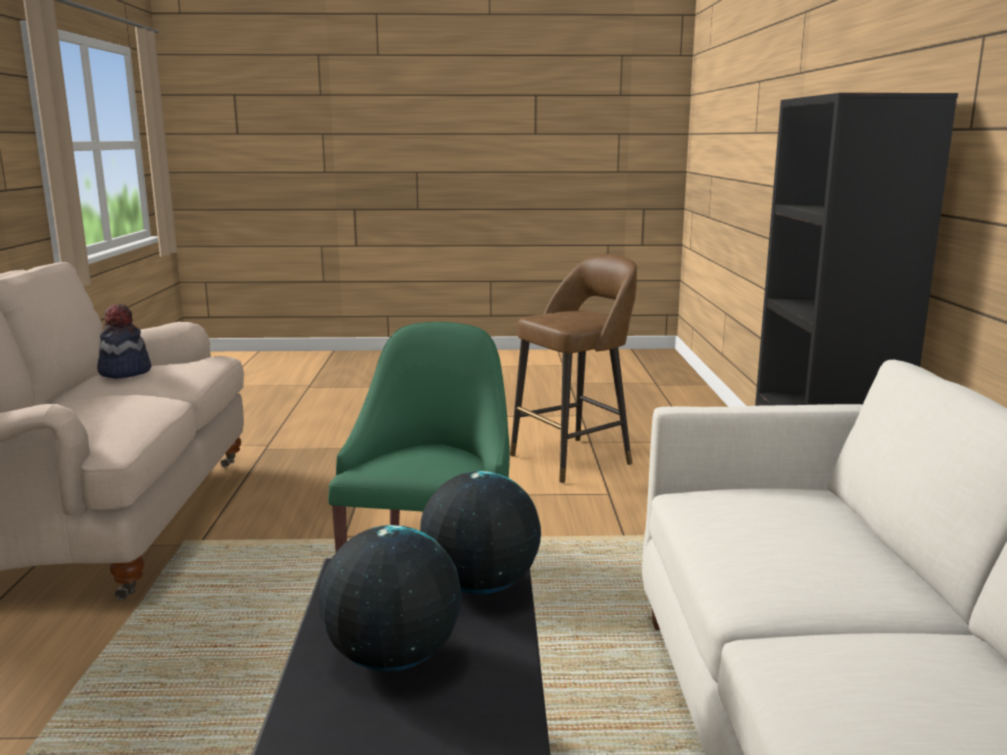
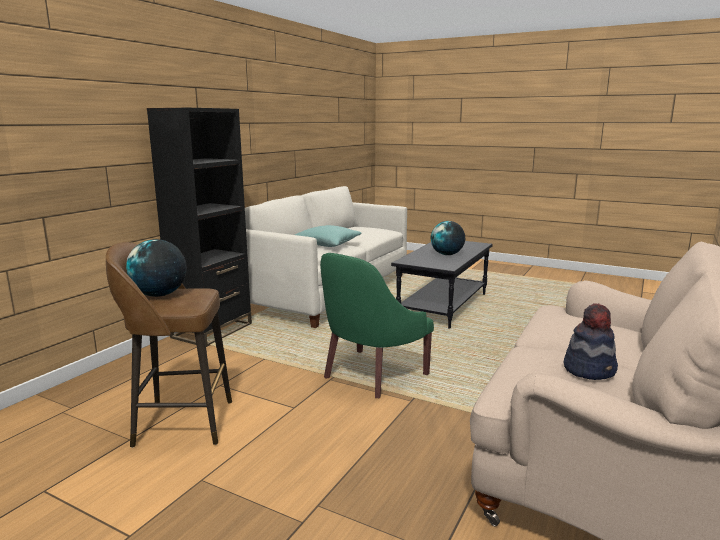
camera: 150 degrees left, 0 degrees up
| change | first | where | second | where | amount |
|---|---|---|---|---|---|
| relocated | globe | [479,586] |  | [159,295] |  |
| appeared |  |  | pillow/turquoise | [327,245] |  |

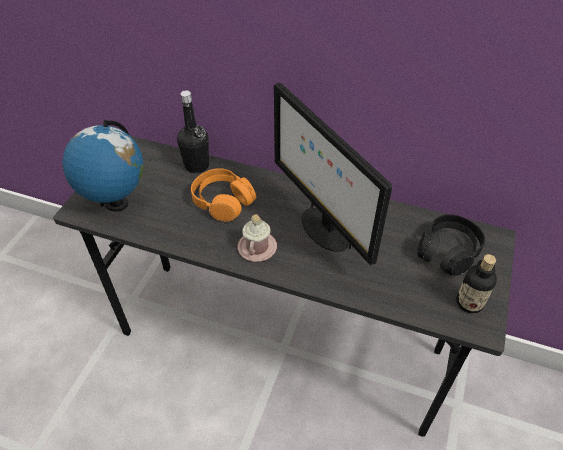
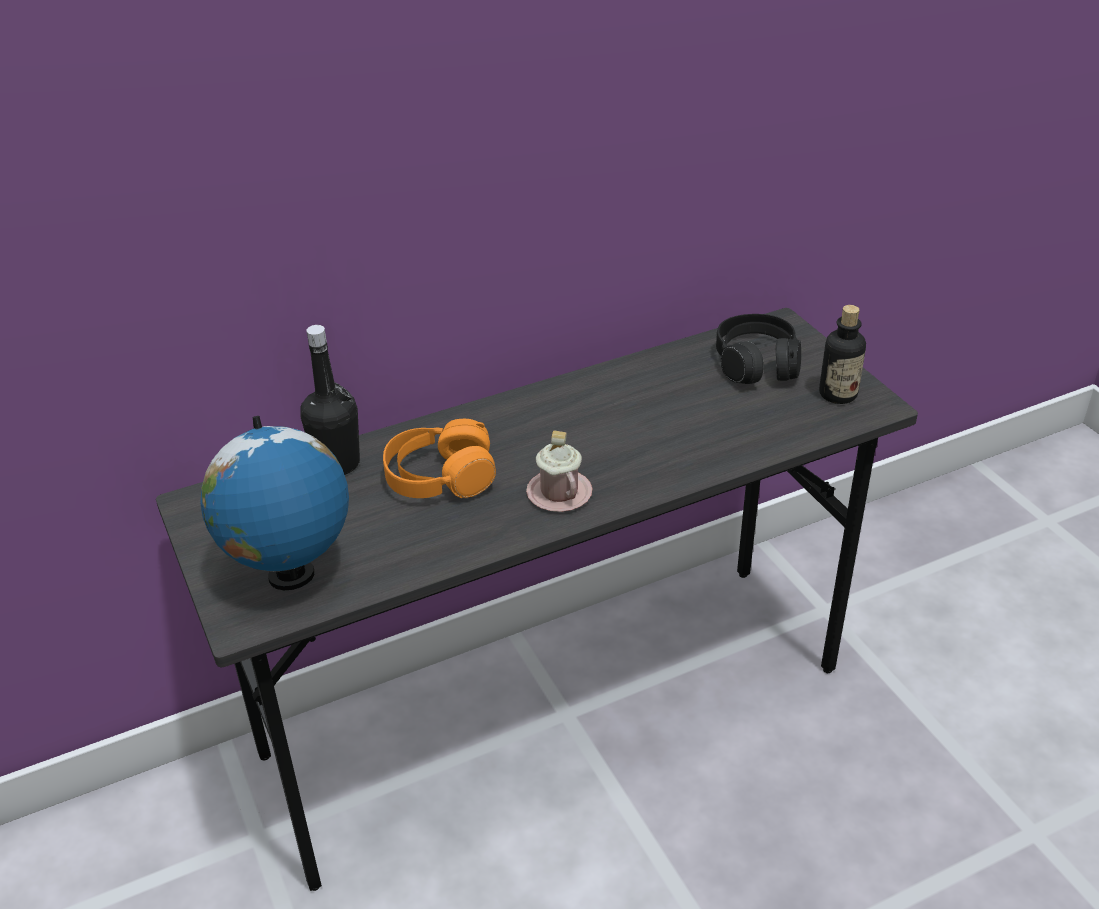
camera: 45 degrees left, 10 degrees down
| change | first | where | second | where | amount |
|---|---|---|---|---|---|
| missing | monitor | [323,229] |  |  |  |

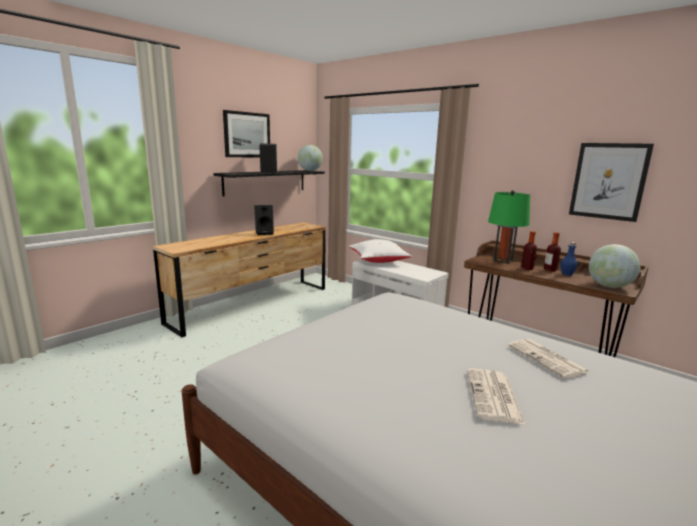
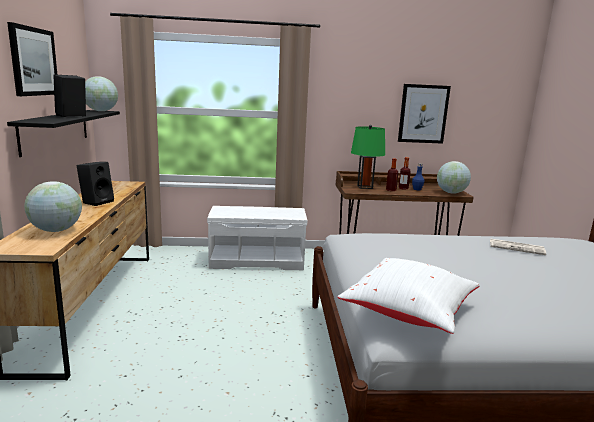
camera: 45 degrees left, 0 degrees up
| change | first | where | second | where | amount |
|---|---|---|---|---|---|
| appeared |  |  | globe | [56,230] |  |
| relocated | pillow/white | [379,261] |  | [410,312] |  |
| missing | newspaper | [494,397] |  |  |  |

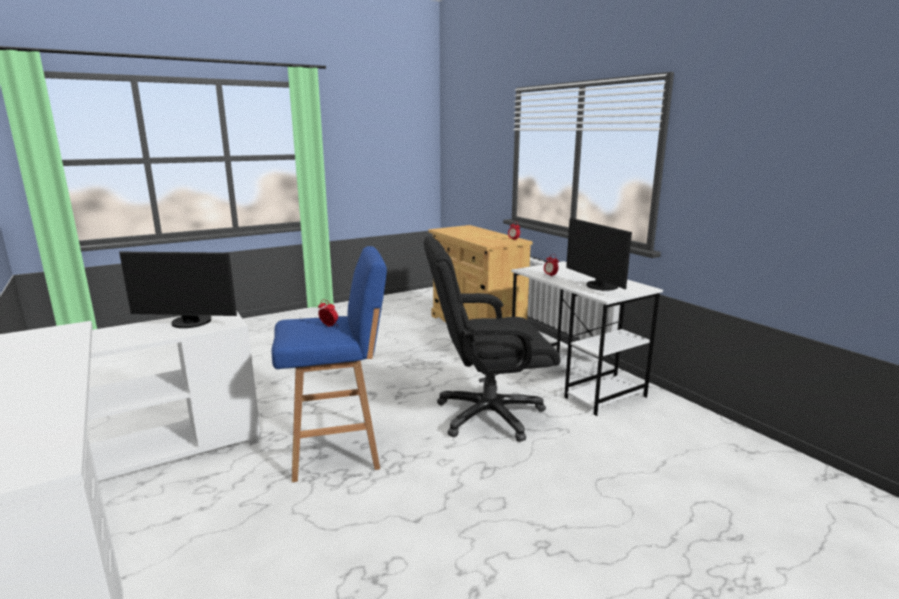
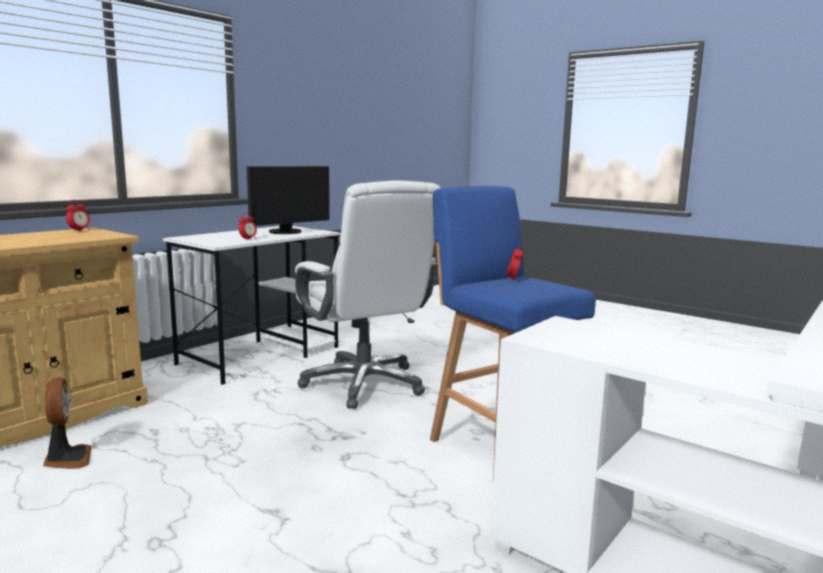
camera: 110 degrees left, 5 degrees down
| change | first | where | second | where | amount |
|---|---|---|---|---|---|
| appeared |  |  | fan | [67,459] |  |
| colour | office chair/black | [488,415] | office chair/white | [364,384] |  |
| missing | monitor | [189,323] |  |  |  |

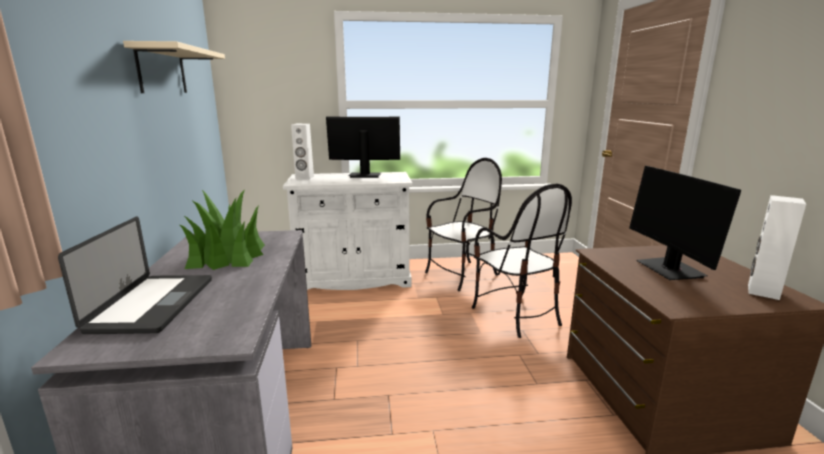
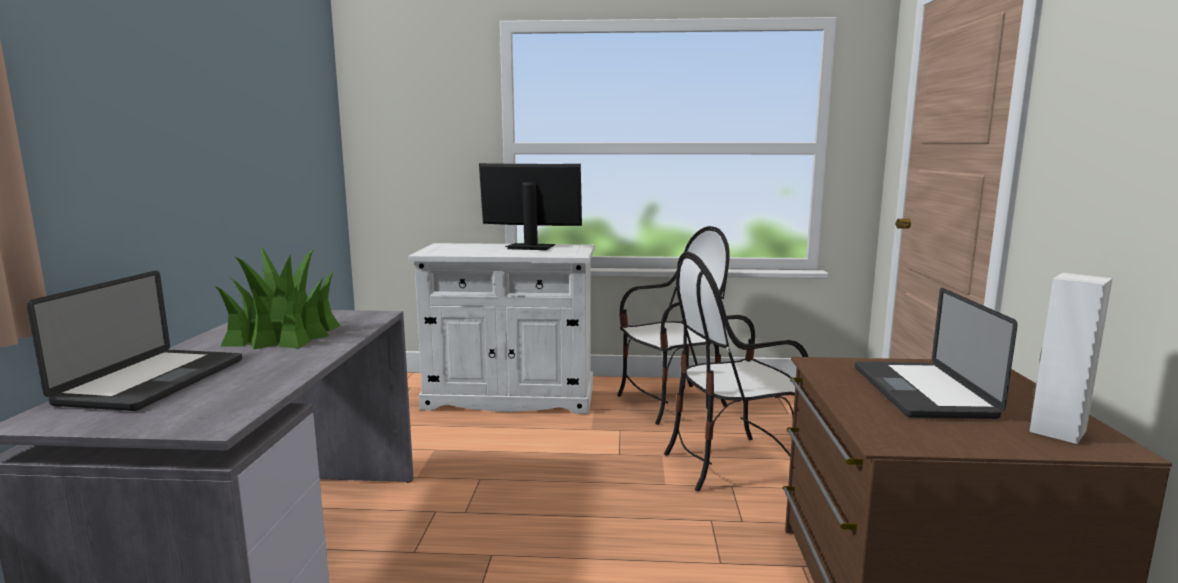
camera: 10 degrees right, 5 degrees down
| change | first | where | second | where | amount |
|---|---|---|---|---|---|
| spun | chair | [515,315] |  | [730,464] | 90 degrees clockwise |
| exchanged | monitor | [670,269] | laptop | [921,391] |  |
| missing | shelf/beige | [162,70] |  |  |  |
| missing | speaker/white | [304,177] |  |  |  |

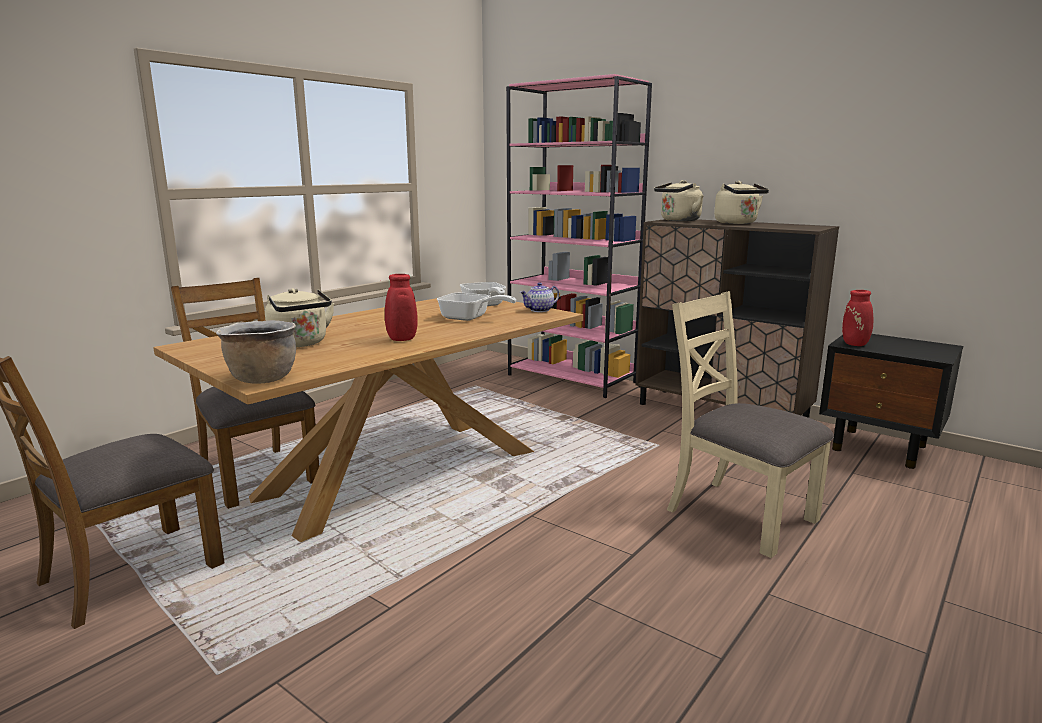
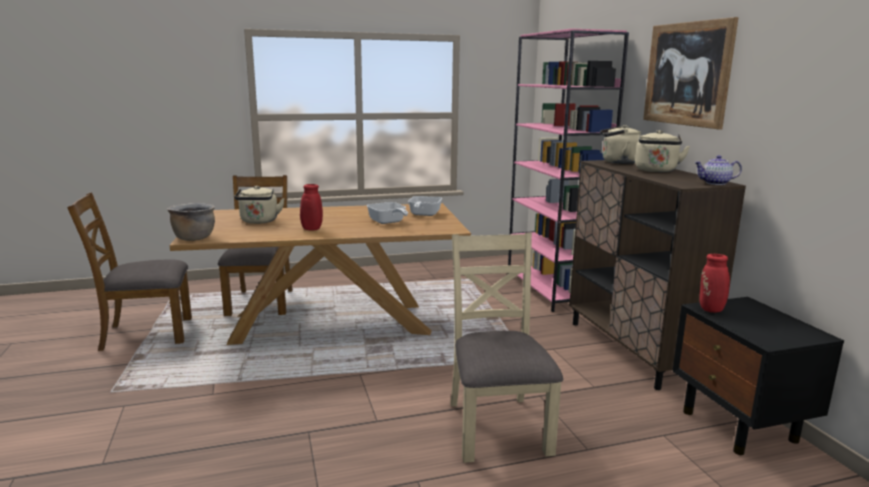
camera: 35 degrees right, 0 degrees up
| change | first | where | second | where | amount |
|---|---|---|---|---|---|
| appeared |  |  | picture | [687,74] |  |
| relocated | teapot | [540,310] |  | [715,183] |  |

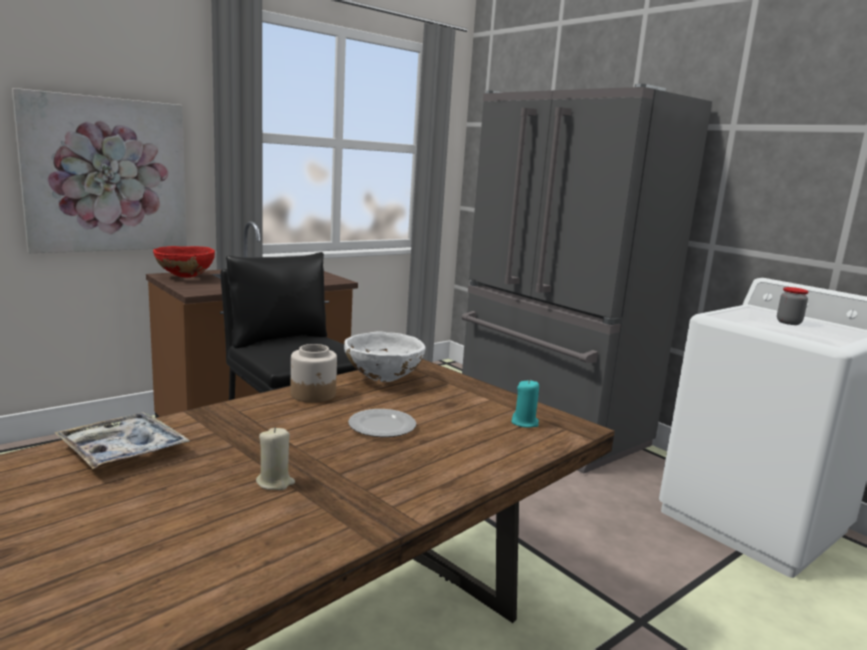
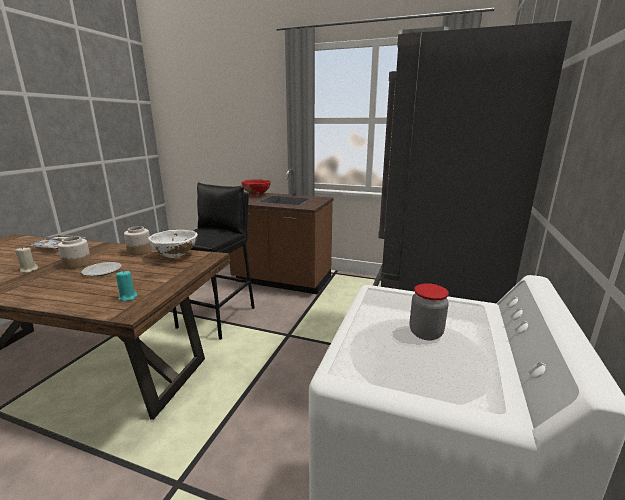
camera: 60 degrees right, 5 degrees up
| change | first | where | second | where | amount |
|---|---|---|---|---|---|
| appeared |  |  | jar | [77,264] |  |
| missing | picture | [106,175] |  |  |  |

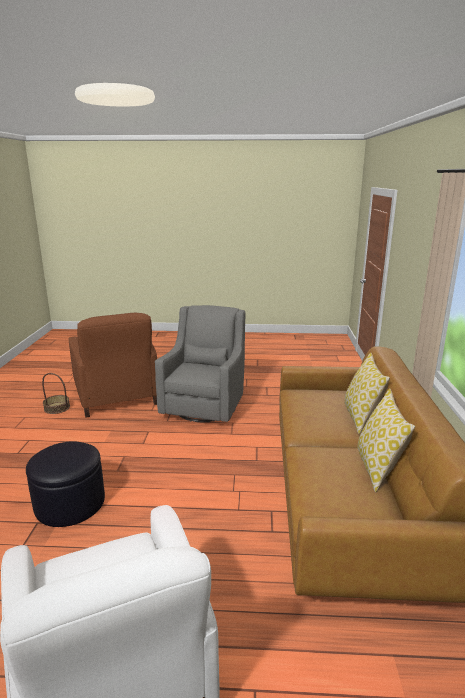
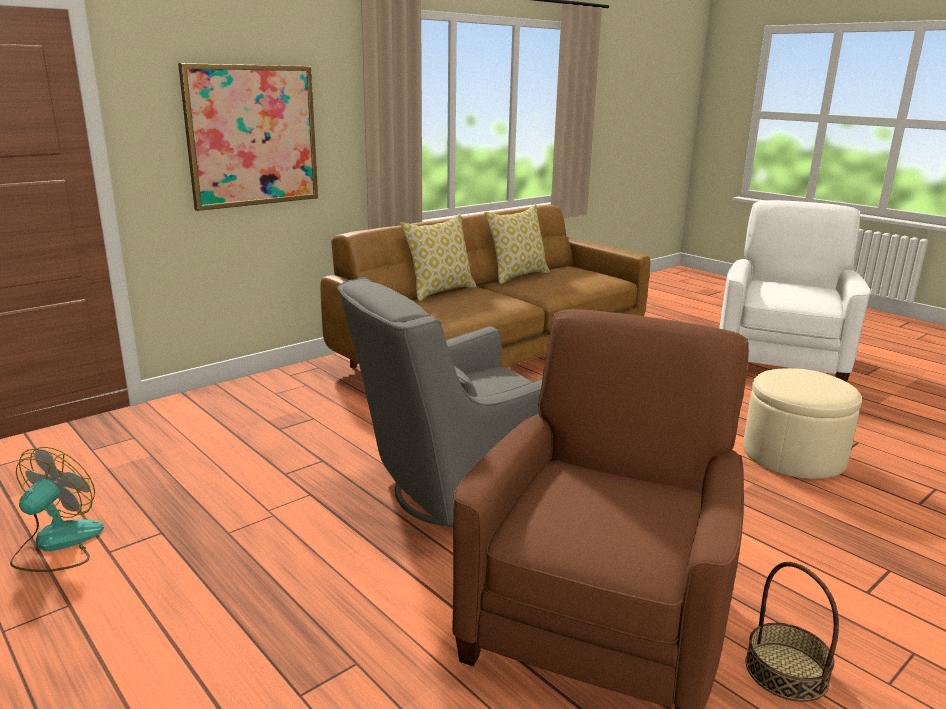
camera: 135 degrees left, 0 degrees up
| change | first | where | second | where | amount |
|---|---|---|---|---|---|
| appeared |  |  | fan | [57,544] |  |
| appeared |  |  | picture | [252,136] |  |
| colour | ottoman/black | [70,503] | ottoman/beige | [793,455] |  |

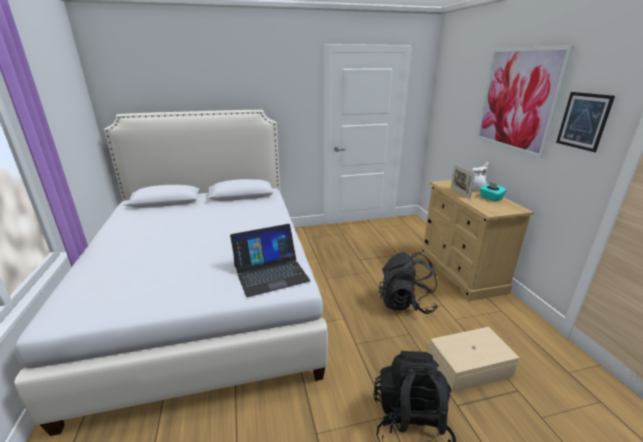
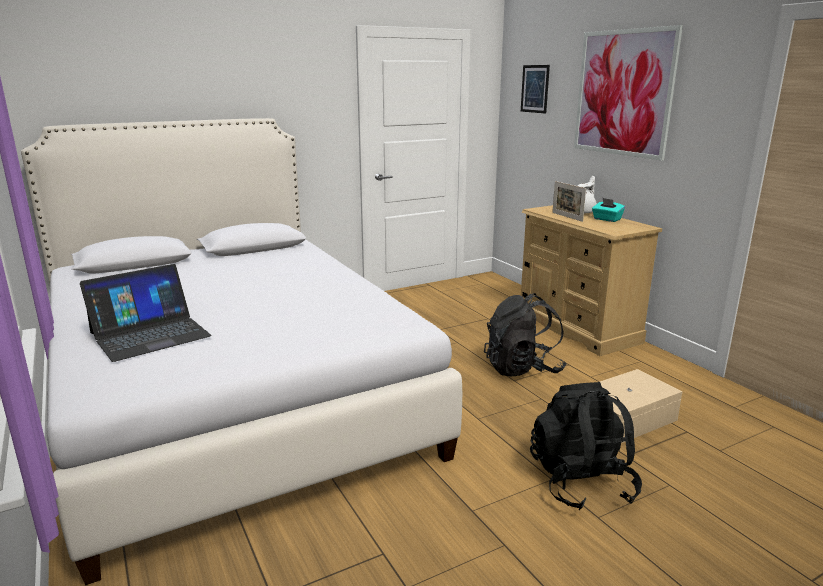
camera: 15 degrees left, 5 degrees down
| change | first | where | second | where | amount |
|---|---|---|---|---|---|
| relocated | laptop | [270,273] |  | [150,334] |  |
| relocated | picture | [583,121] |  | [535,89] |  |

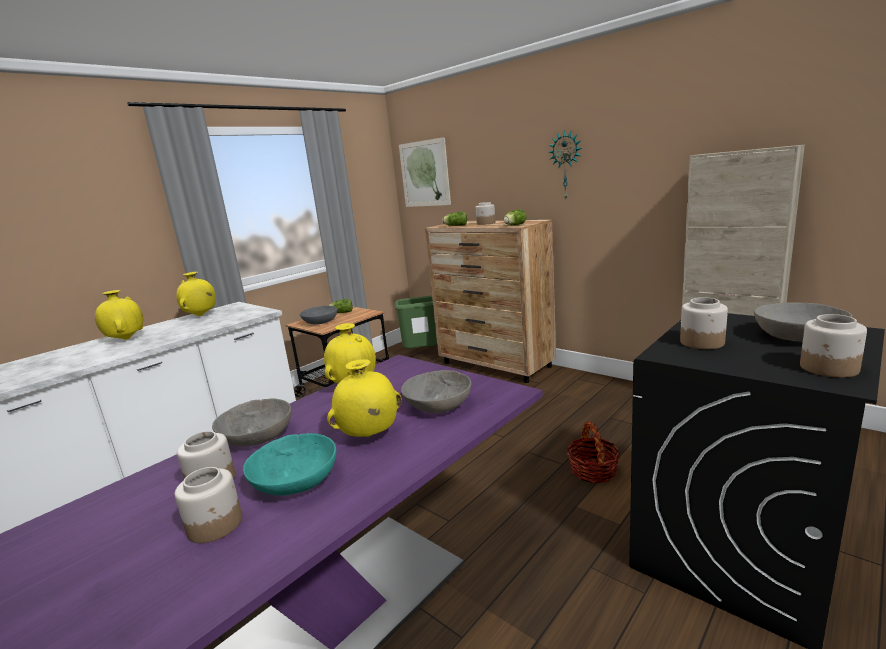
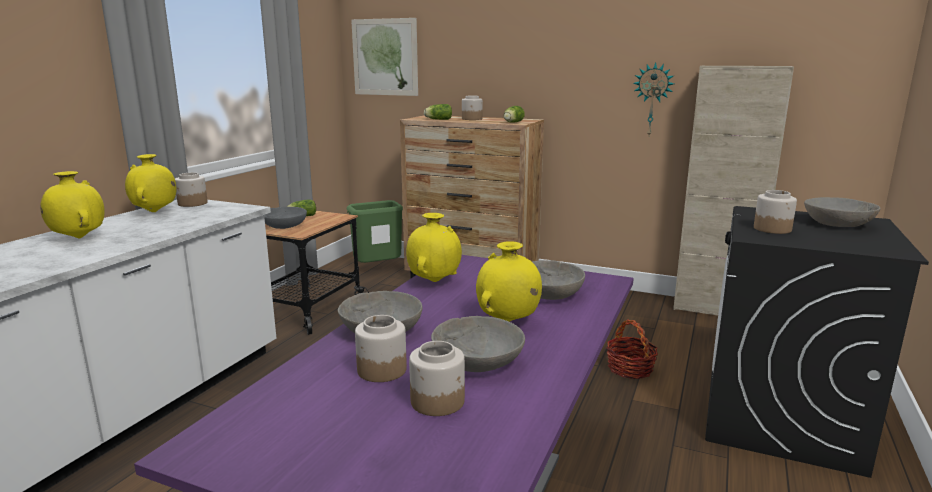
camera: 20 degrees left, 0 degrees up
| change | first | where | second | where | amount |
|---|---|---|---|---|---|
| relocated | jar | [829,368] |  | [192,203] |  |
| colour | bowl/turquoise | [295,481] | bowl/grey | [477,362] |  |
| relocated | wall clock | [566,165] |  | [652,100] |  |

